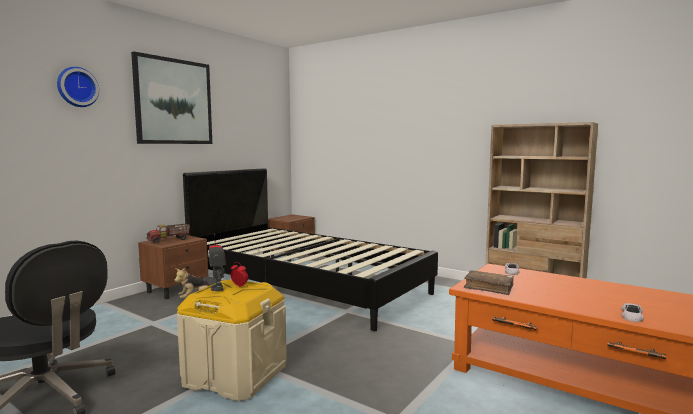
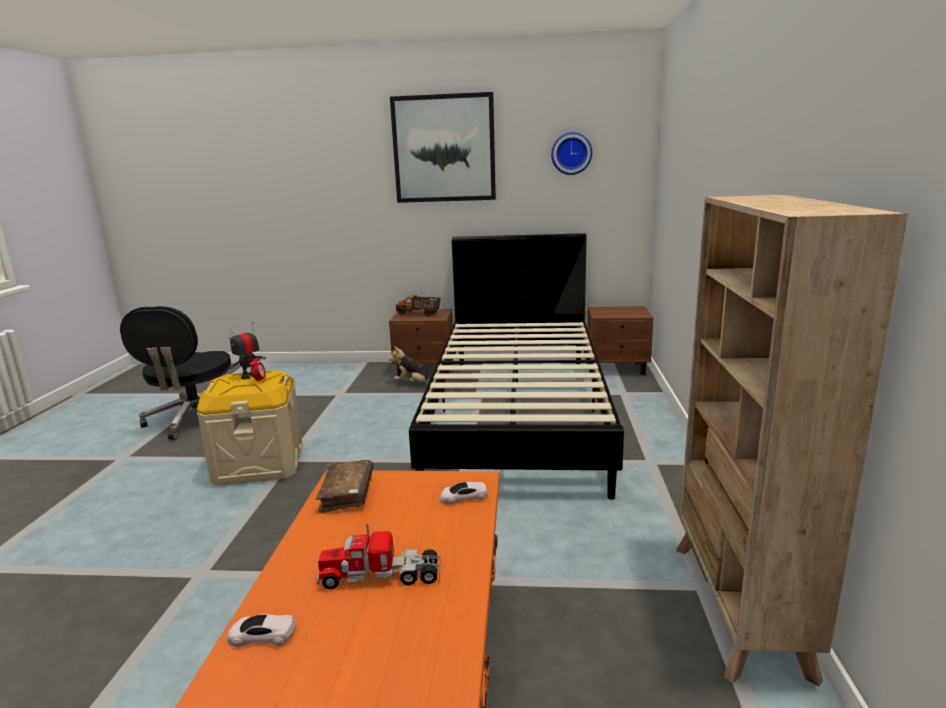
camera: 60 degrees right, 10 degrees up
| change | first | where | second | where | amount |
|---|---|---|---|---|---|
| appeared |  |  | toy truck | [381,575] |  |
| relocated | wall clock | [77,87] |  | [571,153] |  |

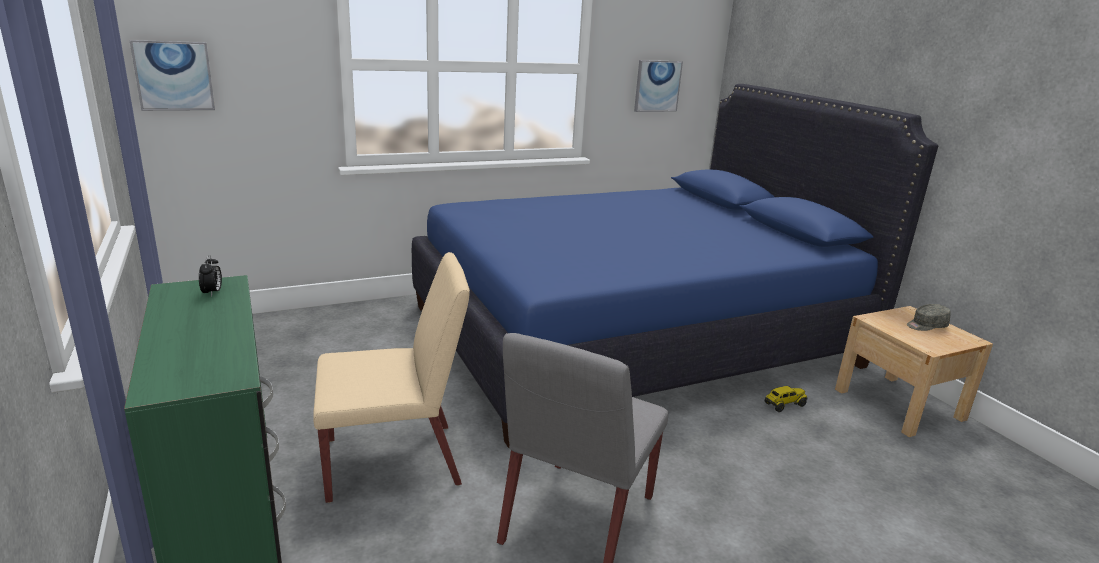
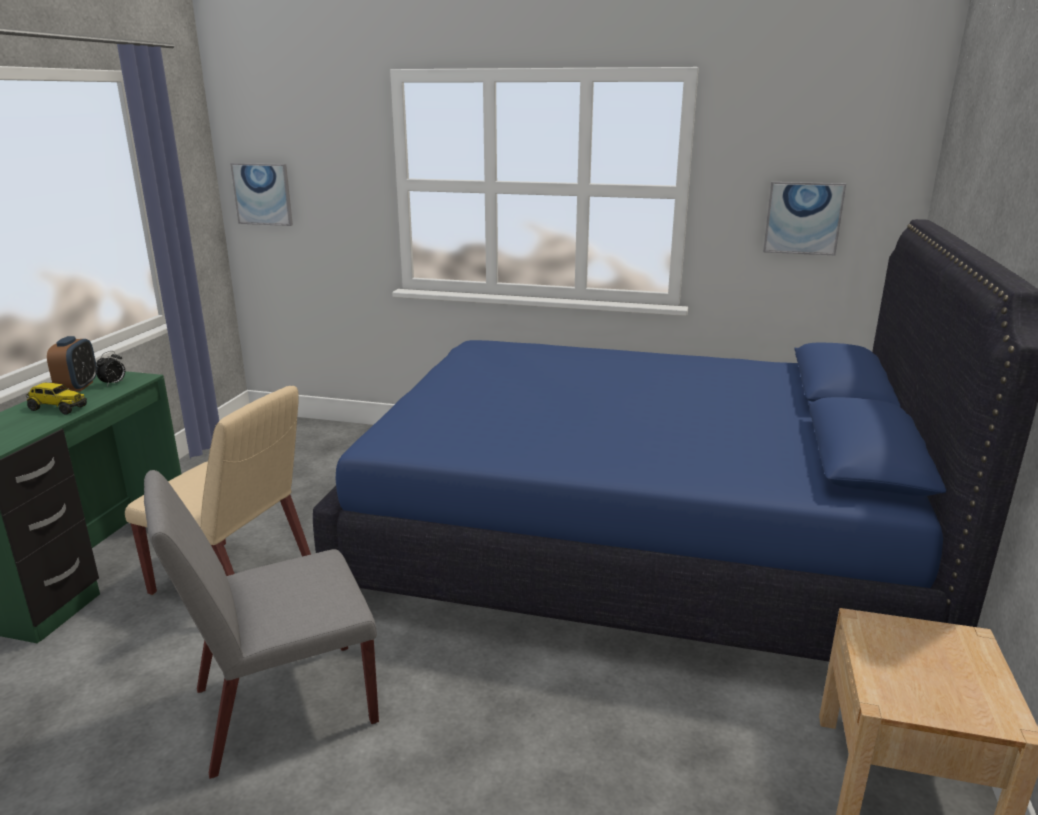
camera: 40 degrees right, 0 degrees up
| change | first | where | second | where | amount |
|---|---|---|---|---|---|
| relocated | toy truck | [784,404] |  | [57,408] |  |
| appeared |  |  | alarm clock | [78,386] |  |
| missing | cap/grey | [926,326] |  |  |  |

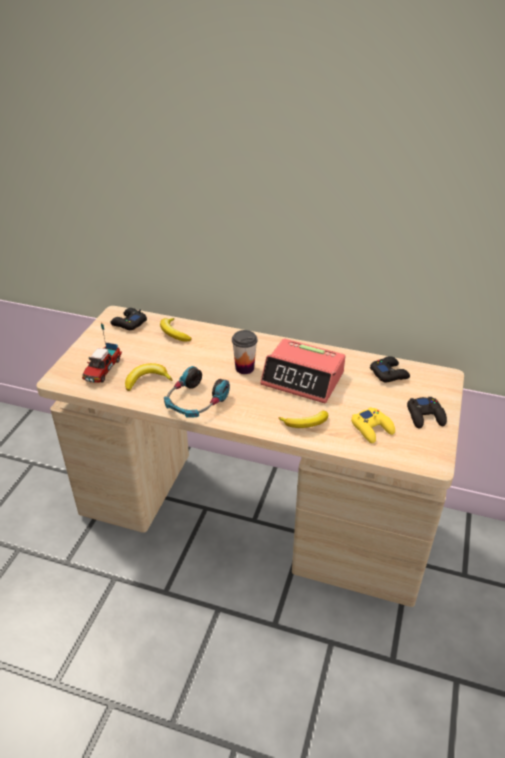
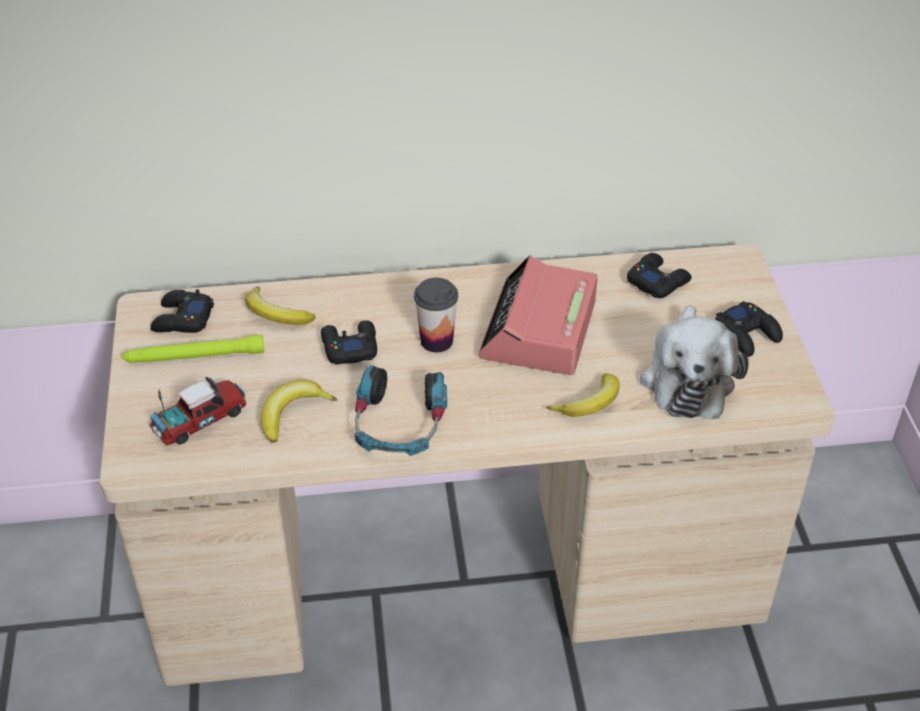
camera: 25 degrees left, 5 degrees up
| change | first | where | second | where | amount |
|---|---|---|---|---|---|
| appeared |  |  | flashlight/green | [194,356] |  |
| spun | toy truck | [102,370] |  | [201,420] | 120 degrees counterclockwise |
| appeared |  |  | game controller/black | [349,347] |  |
| spun | alarm clock | [303,379] |  | [538,330] | 105 degrees clockwise |
| exchanged | game controller/yellow | [372,428] | plush toy | [687,378] |  |

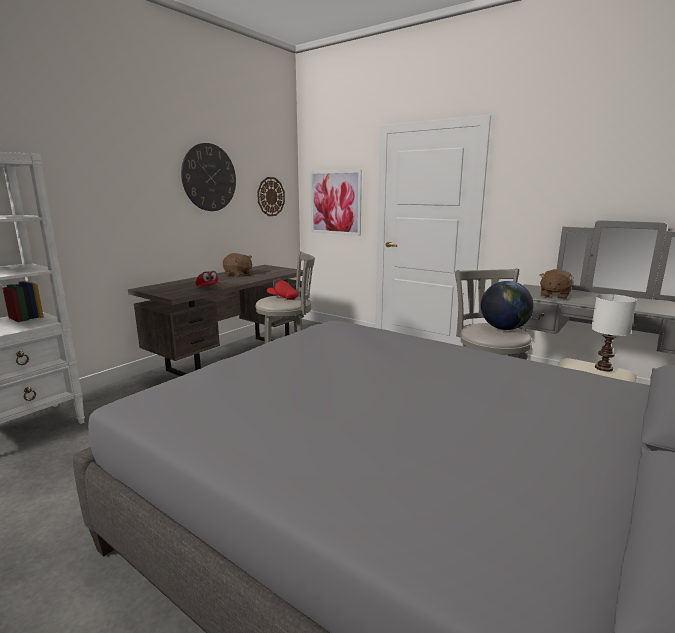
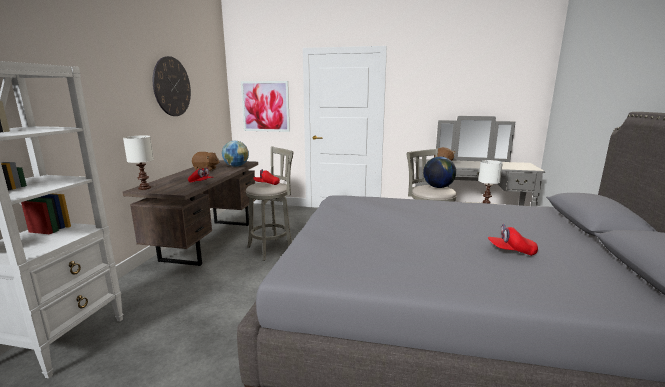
camera: 25 degrees left, 0 degrees up
| change | first | where | second | where | amount |
|---|---|---|---|---|---|
| appeared |  |  | table lamp/white | [145,188] |  |
| appeared |  |  | globe | [236,166] |  |
| appeared |  |  | cap/red | [511,251] |  |
| missing | wall clock | [270,196] |  |  |  |

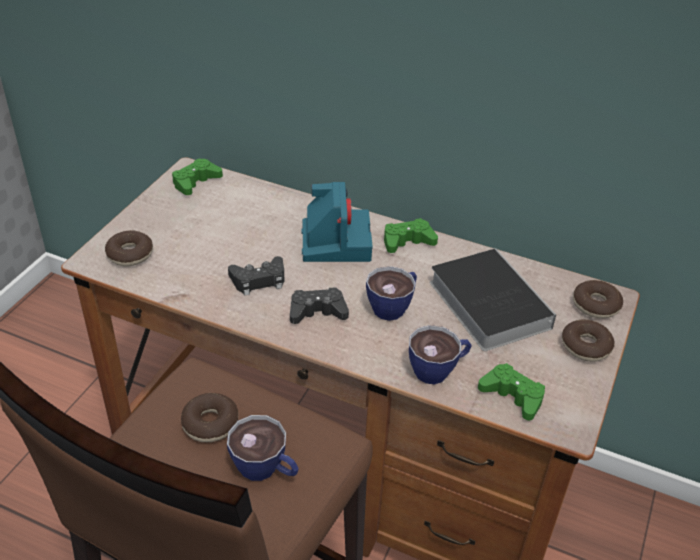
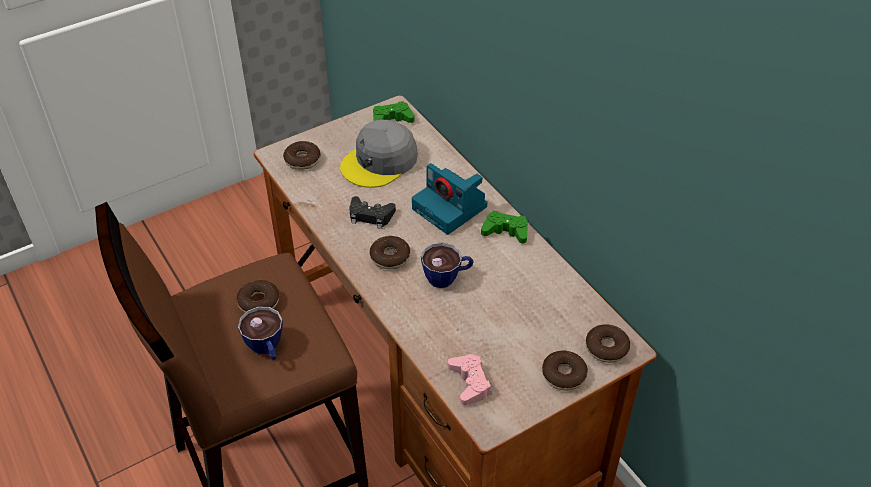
camera: 35 degrees right, 5 degrees up
| change | first | where | second | where | amount |
|---|---|---|---|---|---|
| appeared |  |  | cap/grey | [380,162] |  |
| exchanged | game controller/black | [317,312] | donut | [390,257] |  |
| spun | photo camera | [335,241] |  | [451,208] | 105 degrees clockwise |
| colour | game controller/green | [512,396] | game controller/pink | [470,383] |  |
| missing | cup | [438,369] |  |  |  |
| missing | book | [486,302] |  |  |  |

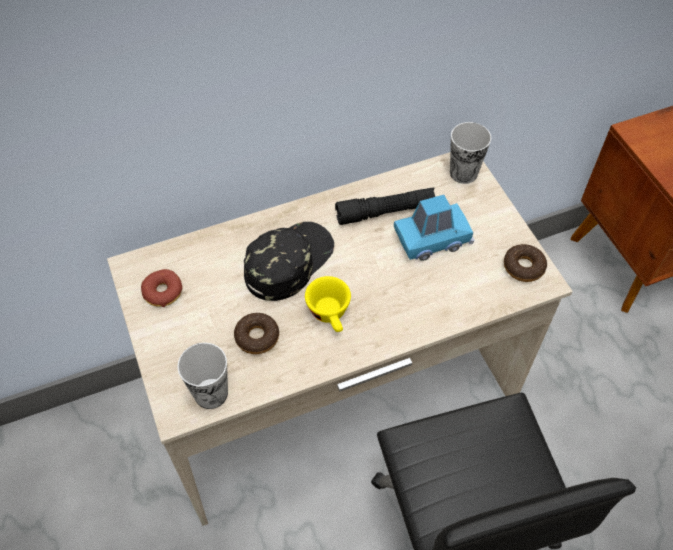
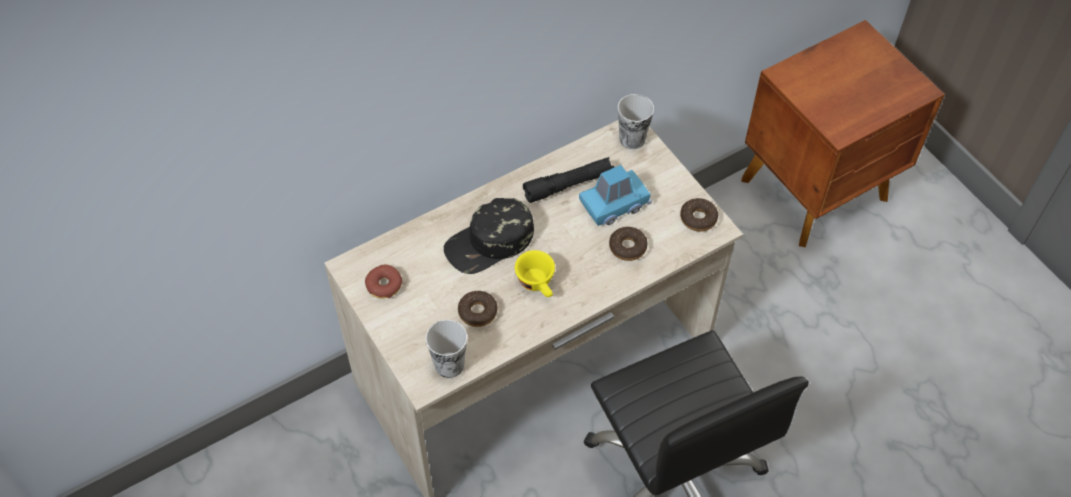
camera: 10 degrees left, 0 degrees up
| change | first | where | second | where | amount |
|---|---|---|---|---|---|
| spun | cap/black | [288,261] |  | [490,242] | 150 degrees counterclockwise |
| appeared |  |  | donut | [627,247] |  |

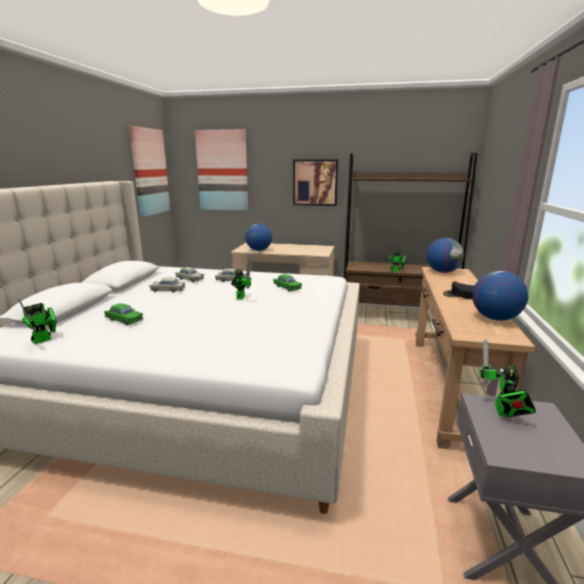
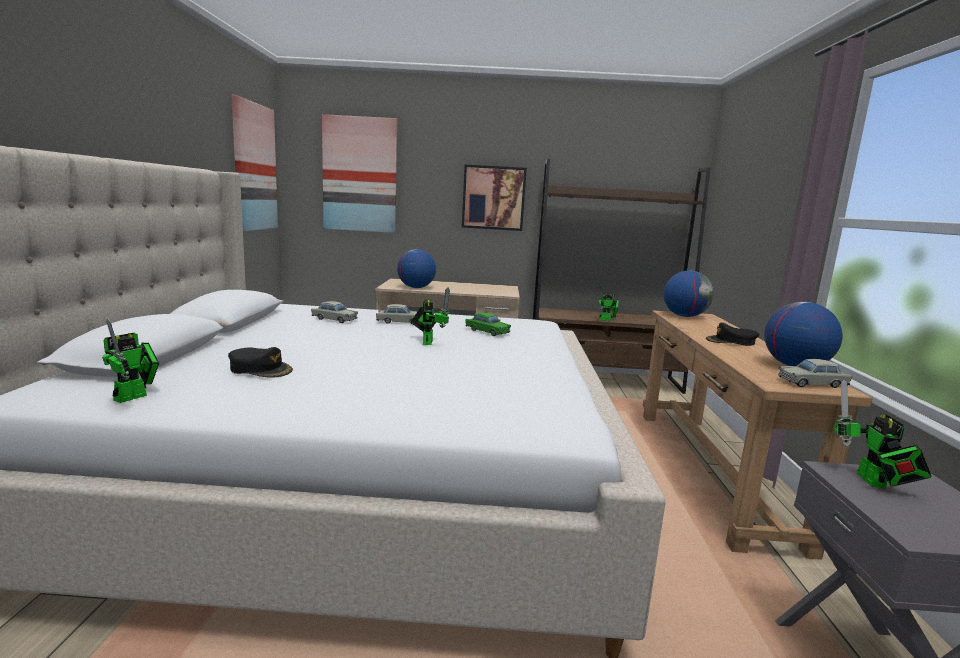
camera: 10 degrees left, 5 degrees down
| change | first | where | second | where | amount |
|---|---|---|---|---|---|
| exchanged | toy car/green | [124,320] | cap/black | [261,369] |  |
| relocated | toy car/beige | [167,290] |  | [812,383] |  |

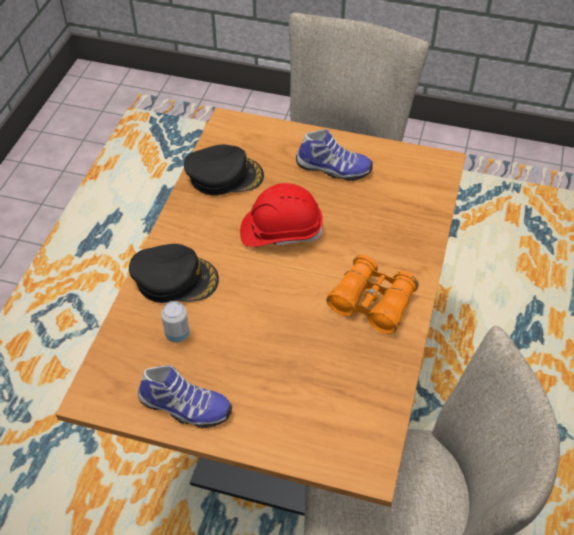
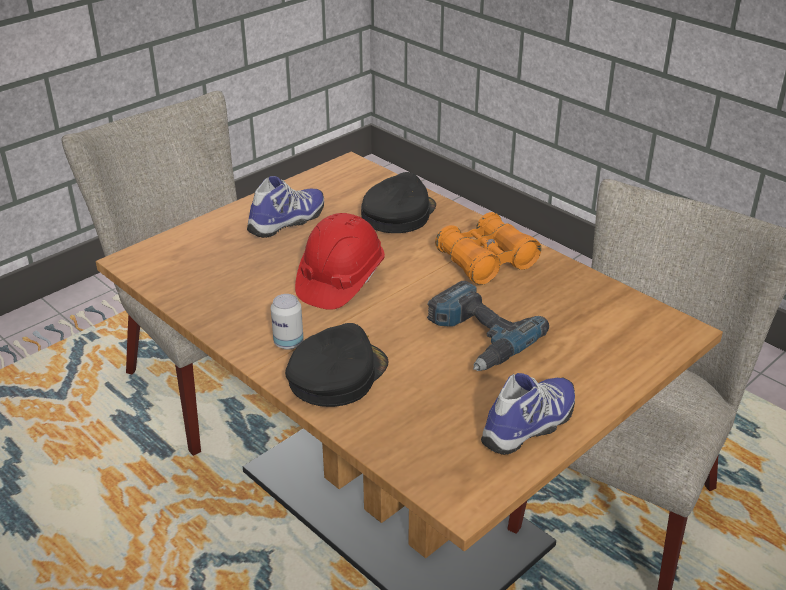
camera: 60 degrees left, 15 degrees down
| change | first | where | second | where | amount |
|---|---|---|---|---|---|
| relocated | can | [177,334] |  | [288,343] |  |
| relocated | cap/black | [224,175] |  | [398,213] |  |
| appeared |  |  | power drill | [477,337] |  |

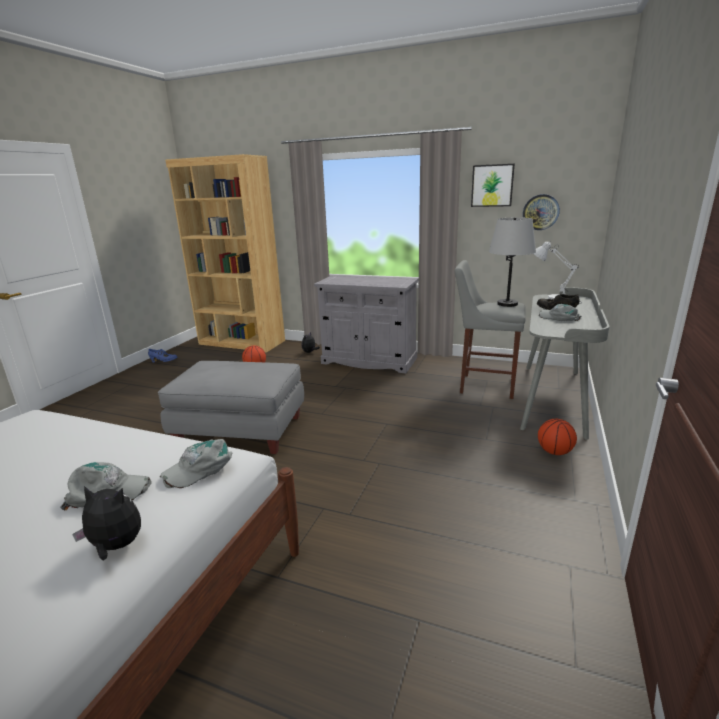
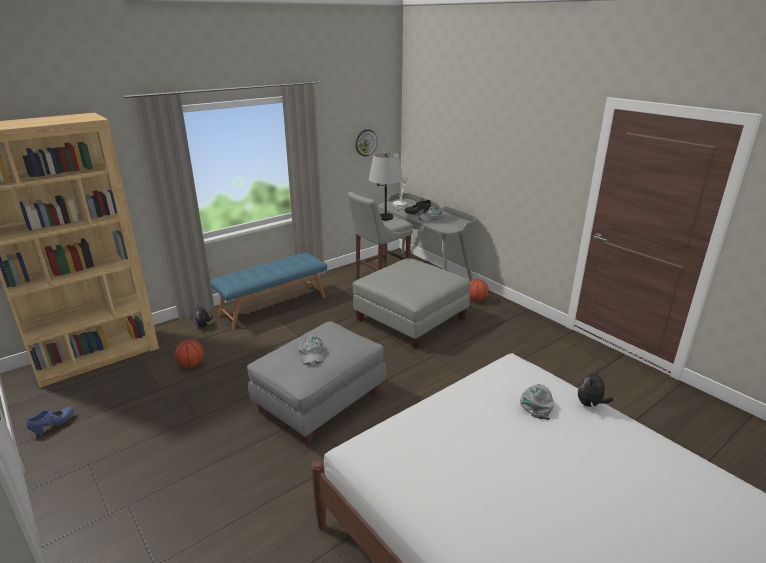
camera: 60 degrees left, 5 degrees up
| change | first | where | second | where | amount |
|---|---|---|---|---|---|
| exchanged | cabinet/grey | [369,361] | bench/blue | [273,306] |  |
| relocated | cap/grey | [199,468] |  | [311,354] |  |
| appeared |  |  | ottoman/grey | [411,319] |  |
| missing | picture | [492,185] |  |  |  |

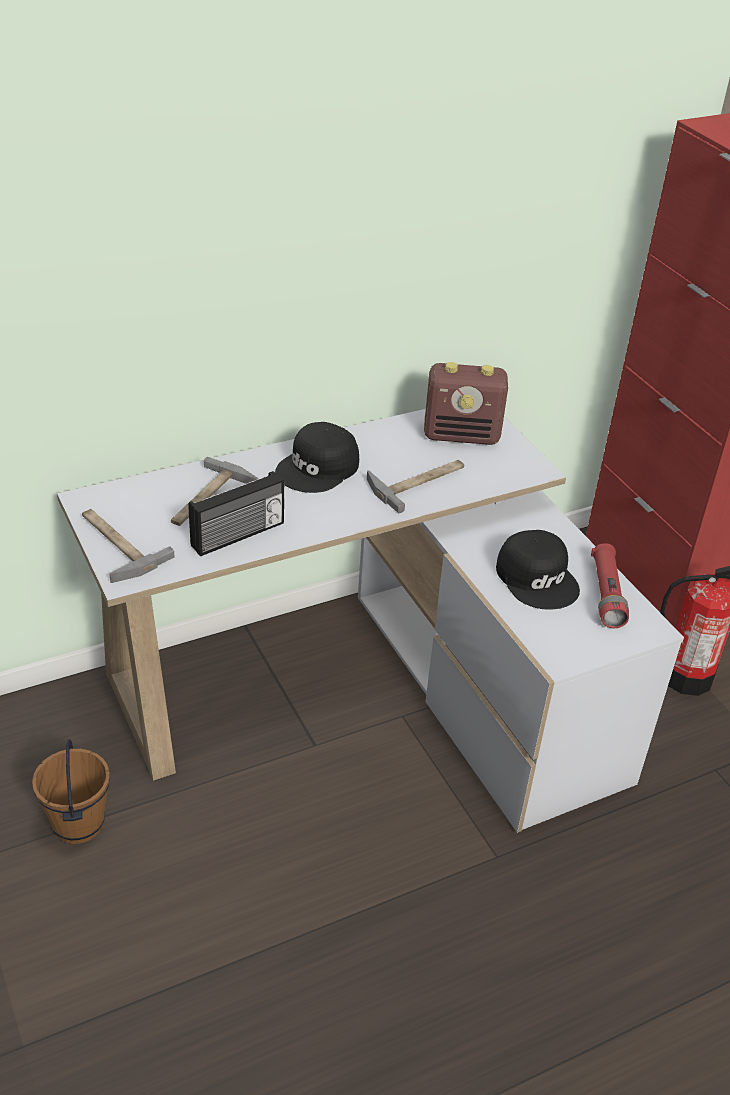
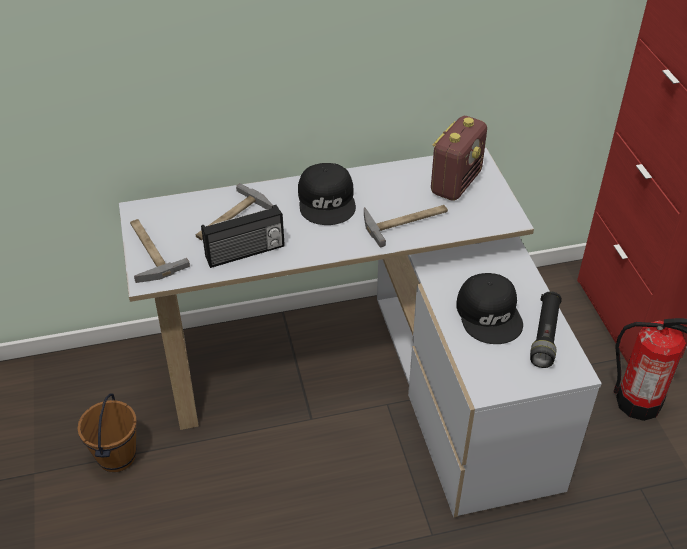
camera: 15 degrees right, 5 degrees up
| change | first | where | second | where | amount |
|---|---|---|---|---|---|
| spun | cap/black | [319,468] |  | [327,201] | 60 degrees counterclockwise |
| spun | radio | [462,436] |  | [456,183] | 75 degrees counterclockwise |
| colour | flashlight/red | [606,594] | flashlight/black | [545,336] |  |

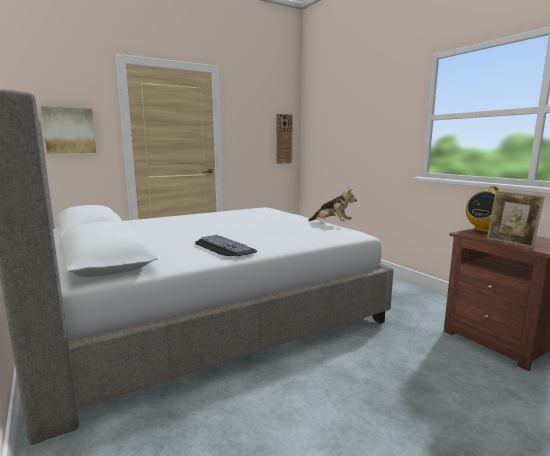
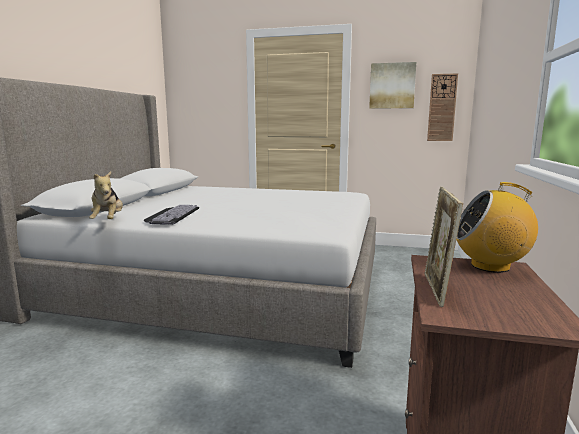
camera: 45 degrees right, 0 degrees up
| change | first | where | second | where | amount |
|---|---|---|---|---|---|
| relocated | plush toy | [332,223] |  | [108,221] |  |
| relocated | picture | [69,130] |  | [392,86] |  |

